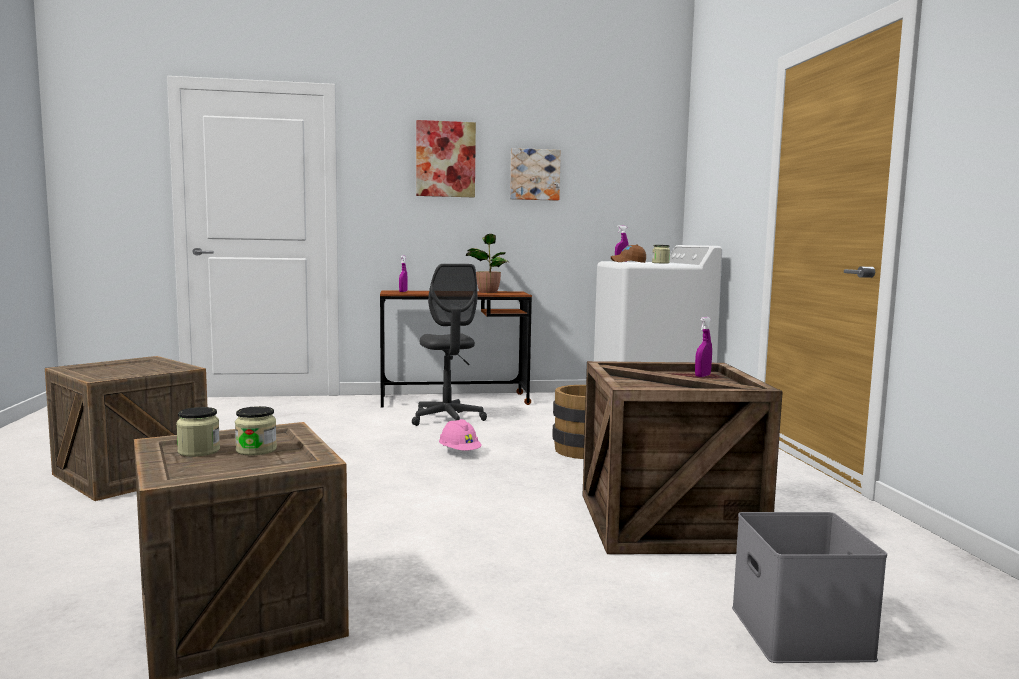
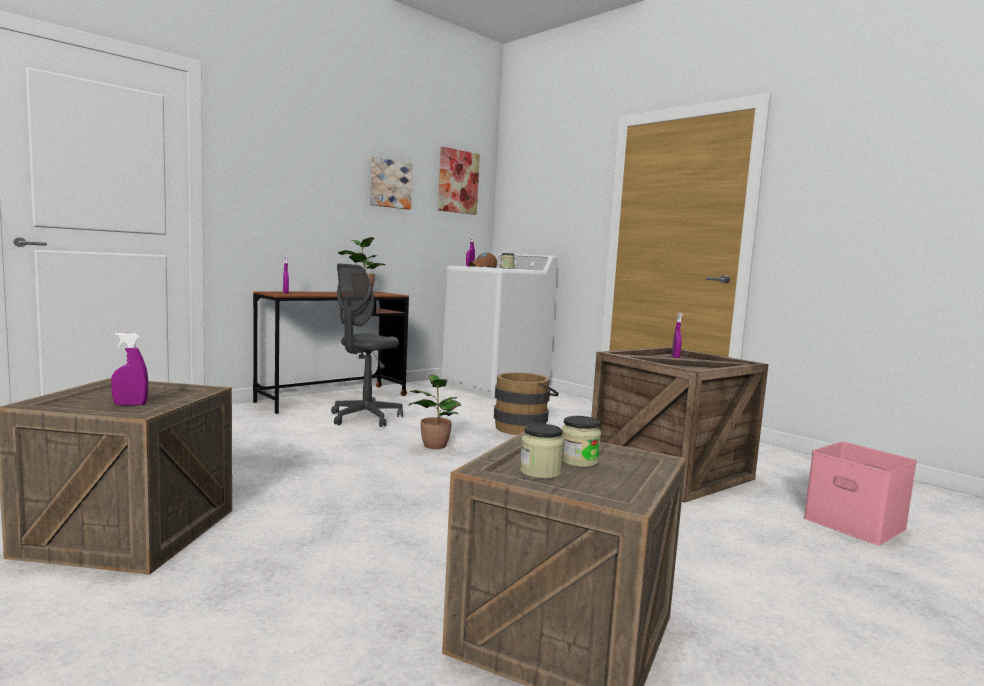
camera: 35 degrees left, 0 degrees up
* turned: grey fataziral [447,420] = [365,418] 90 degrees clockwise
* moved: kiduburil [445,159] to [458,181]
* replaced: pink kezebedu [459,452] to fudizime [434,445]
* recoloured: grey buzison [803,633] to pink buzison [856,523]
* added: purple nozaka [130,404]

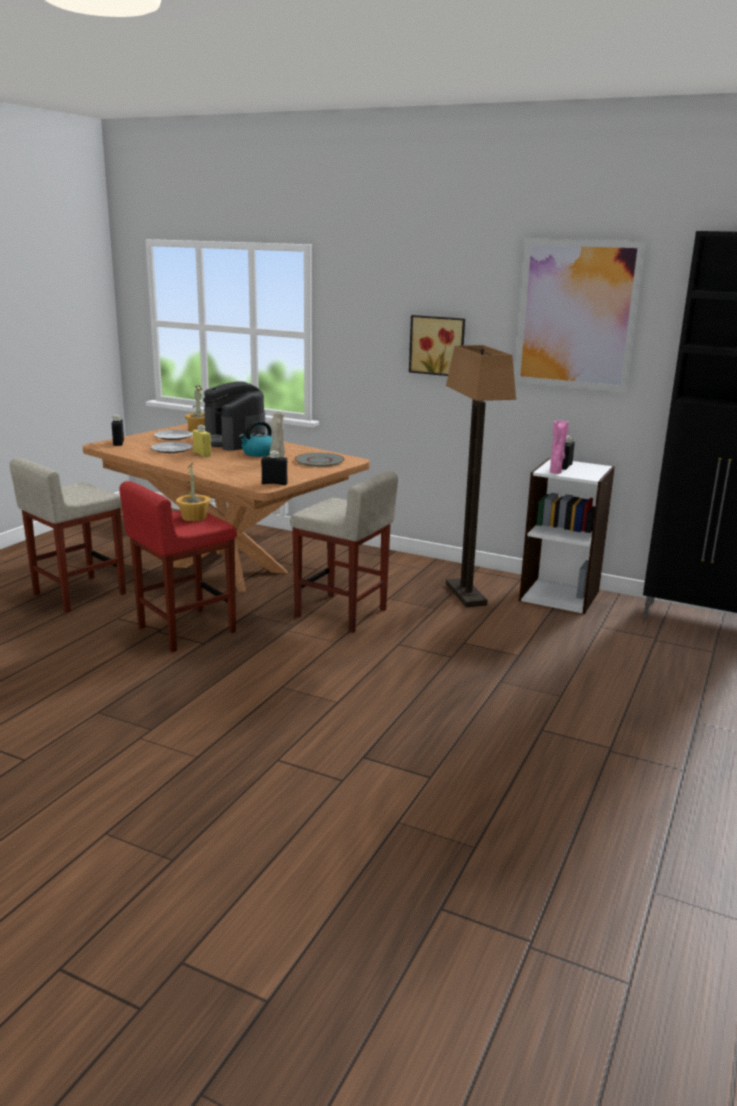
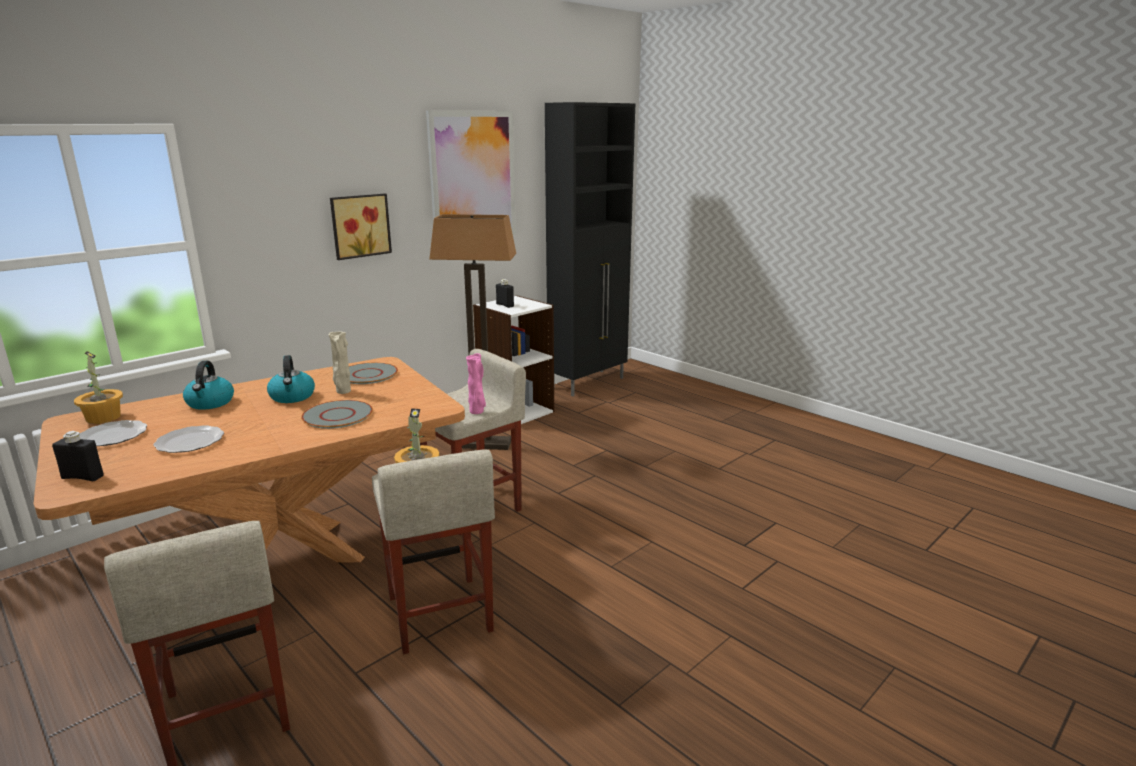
camera: 70 degrees left, 0 degrees up
* recoloured: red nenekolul [185,630] to beige nenekolul [439,615]
* removed: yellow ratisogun [202,454]
* replaced: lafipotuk [234,441] to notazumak [210,403]
* removed: black ratisogun [274,483]
* moved: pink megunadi [555,472] to [477,412]
* added: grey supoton [338,415]

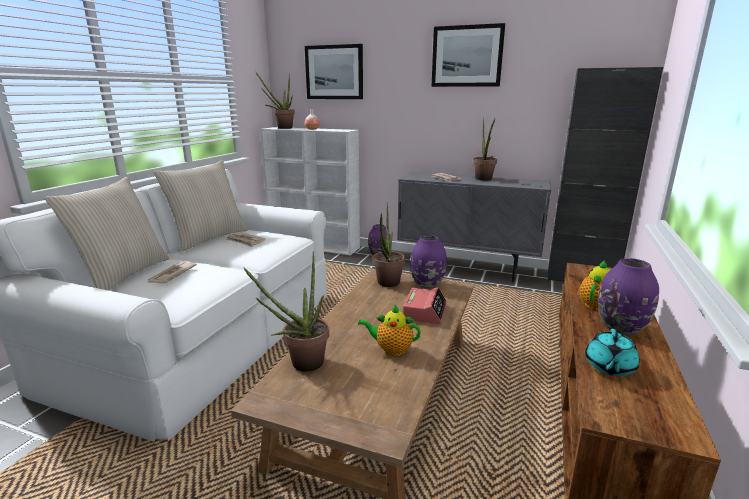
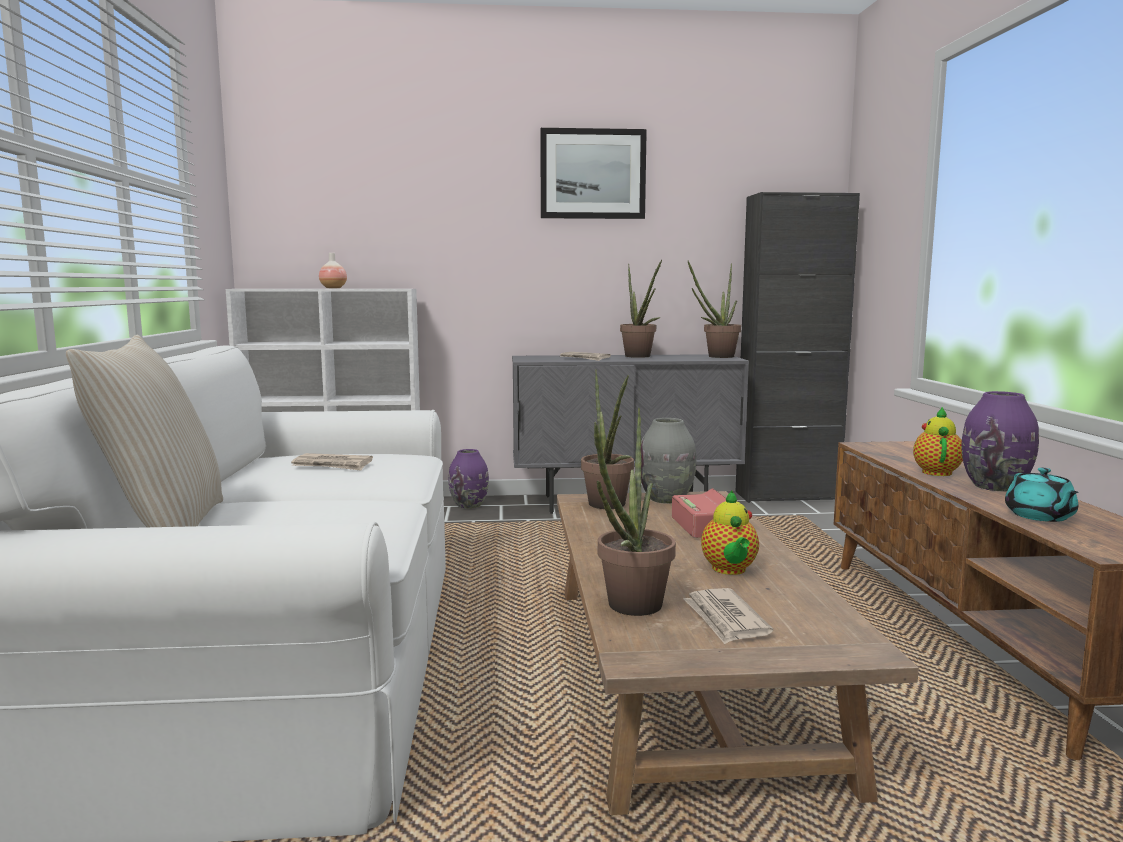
camera: 25 degrees left, 10 degrees down
* moved: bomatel [171,275] to [725,619]
* removed: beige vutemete [208,238]
* moved: fudizime [281,128] to [716,357]
* removed: kiduburil [334,72]
* turned: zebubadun [391,349] = [729,570] 75 degrees counterclockwise
* recoloured: purple megunadi [427,285] to grey megunadi [667,499]

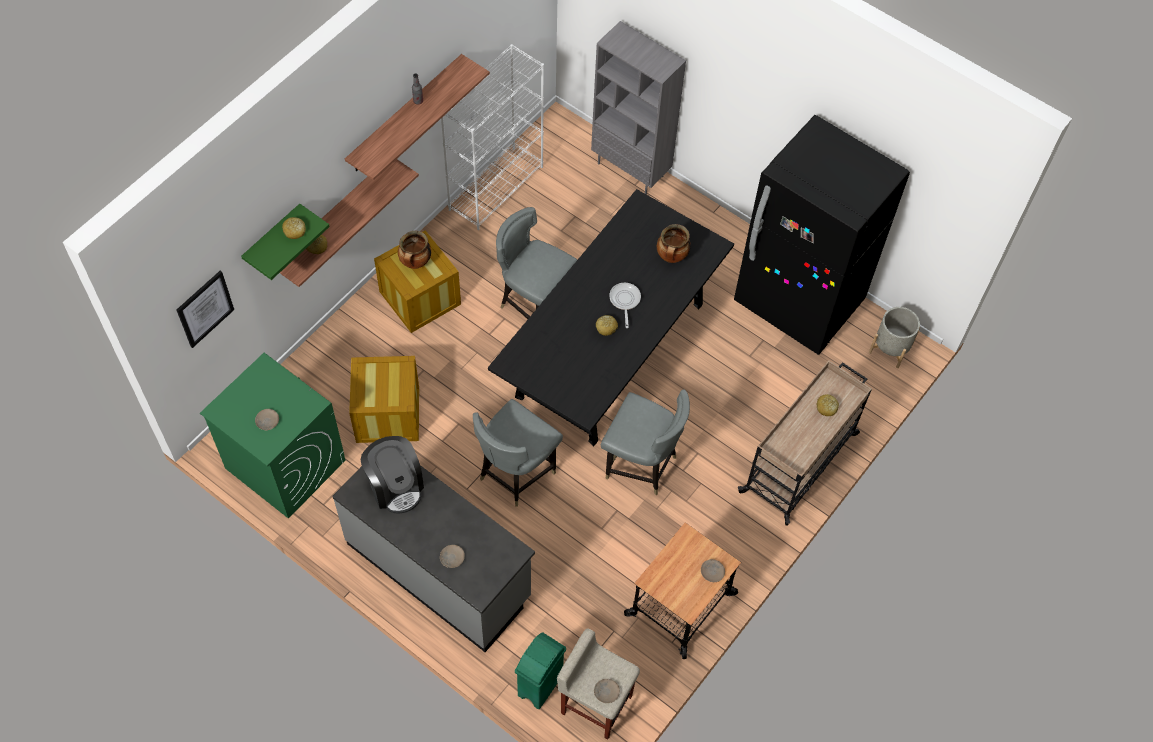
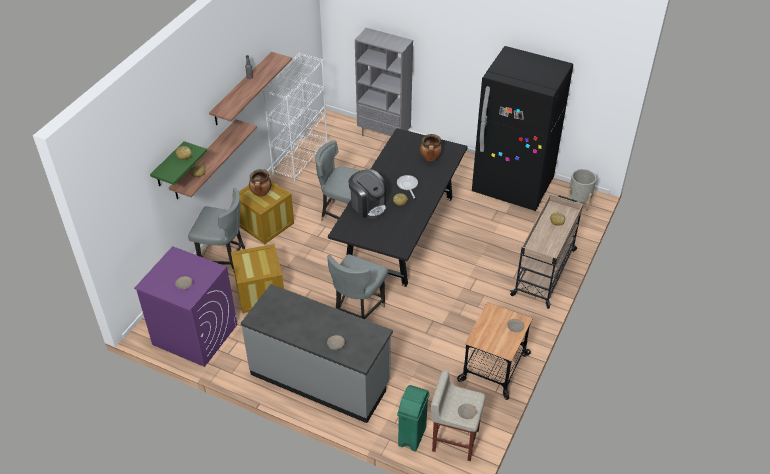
camera: 10 degrees left, 15 degrees down
* removed: kiduburil [205,308]
* recoloured: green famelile [284,464] to purple famelile [194,334]
* moved: lafipotuk [395,486] to [368,205]
* moved: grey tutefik [641,465] to [223,259]

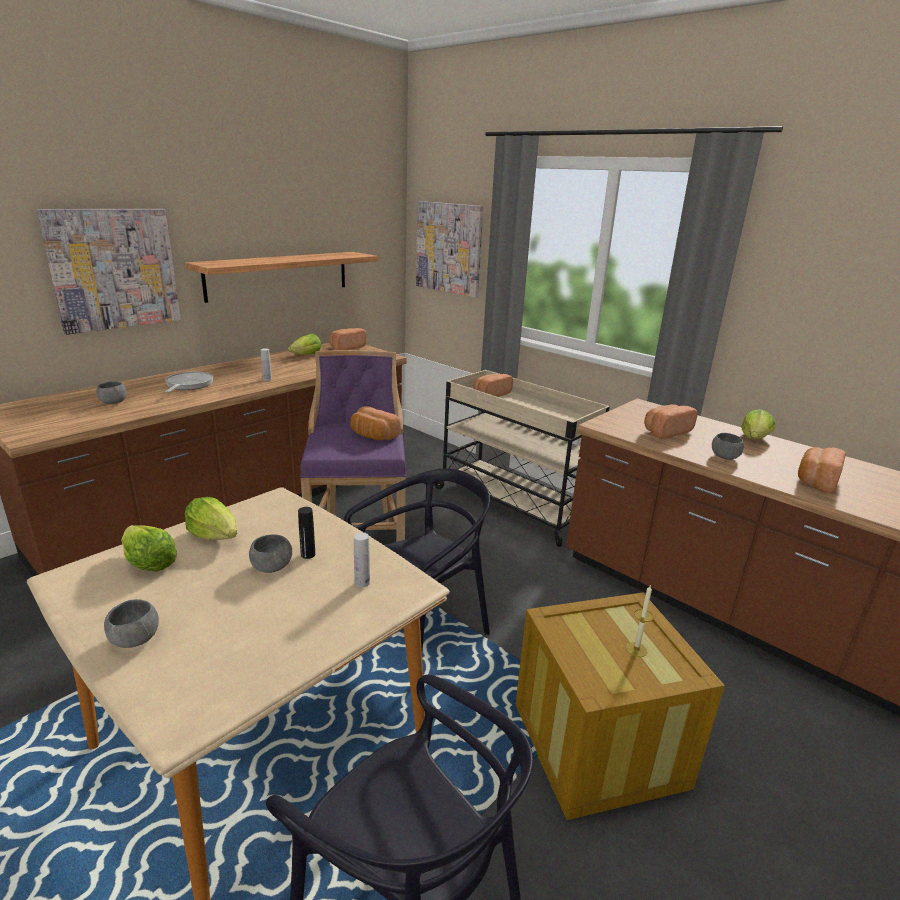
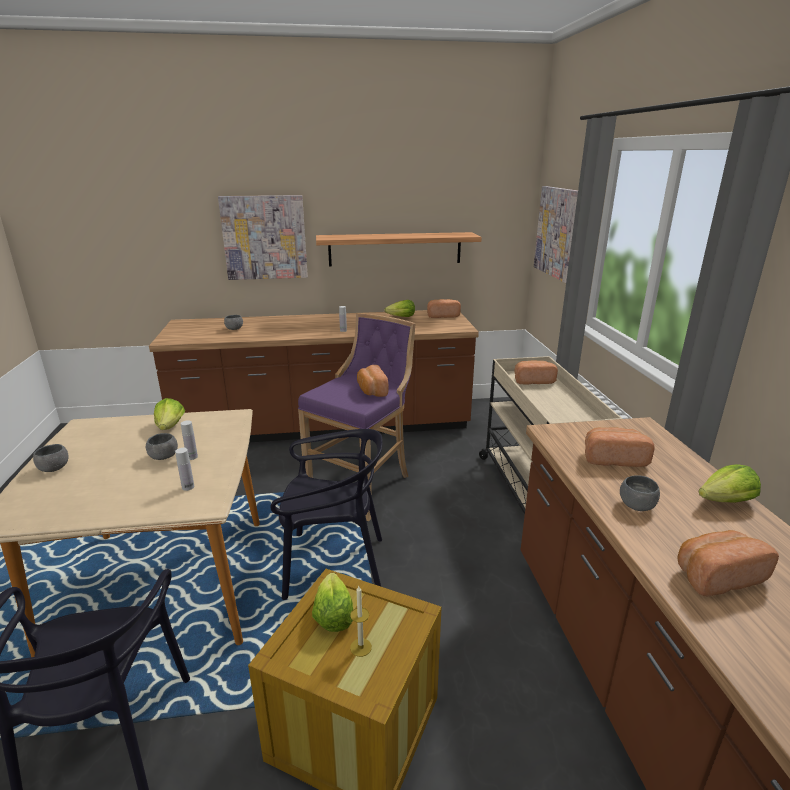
camera: 40 degrees right, 0 degrees up
* moved: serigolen [148,562] to [333,615]
* removed: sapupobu [188,385]
* recoloured: black ratisogun [308,554] to white ratisogun [192,457]

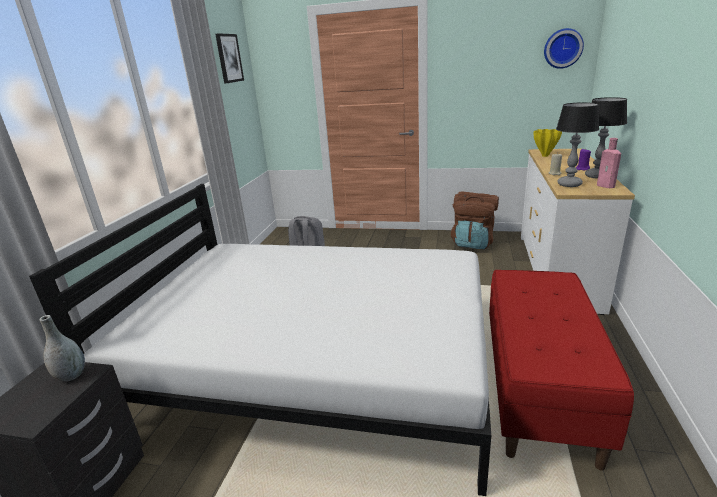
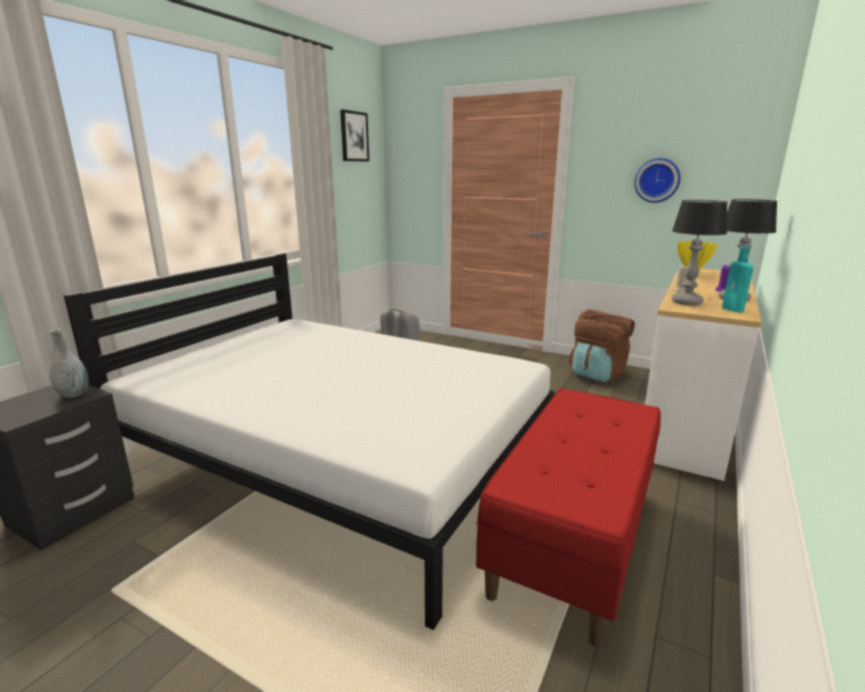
camera: 15 degrees right, 5 degrees down
* moved: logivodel [562,48] to [657,180]
* recoloured: pink ratisogun [607,186] to turquoise ratisogun [734,309]

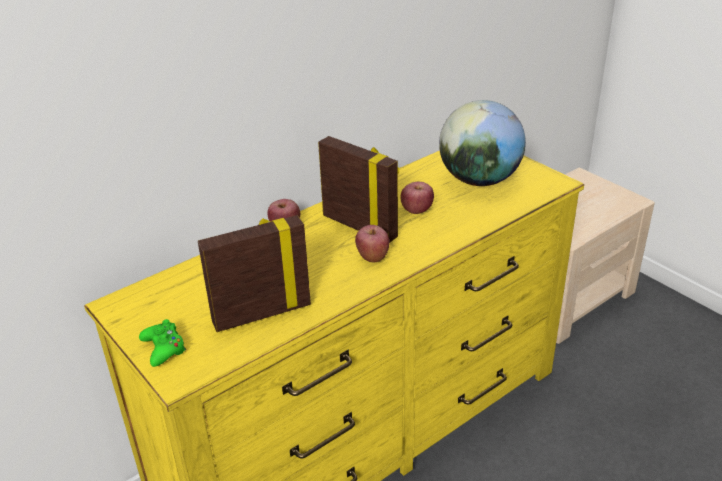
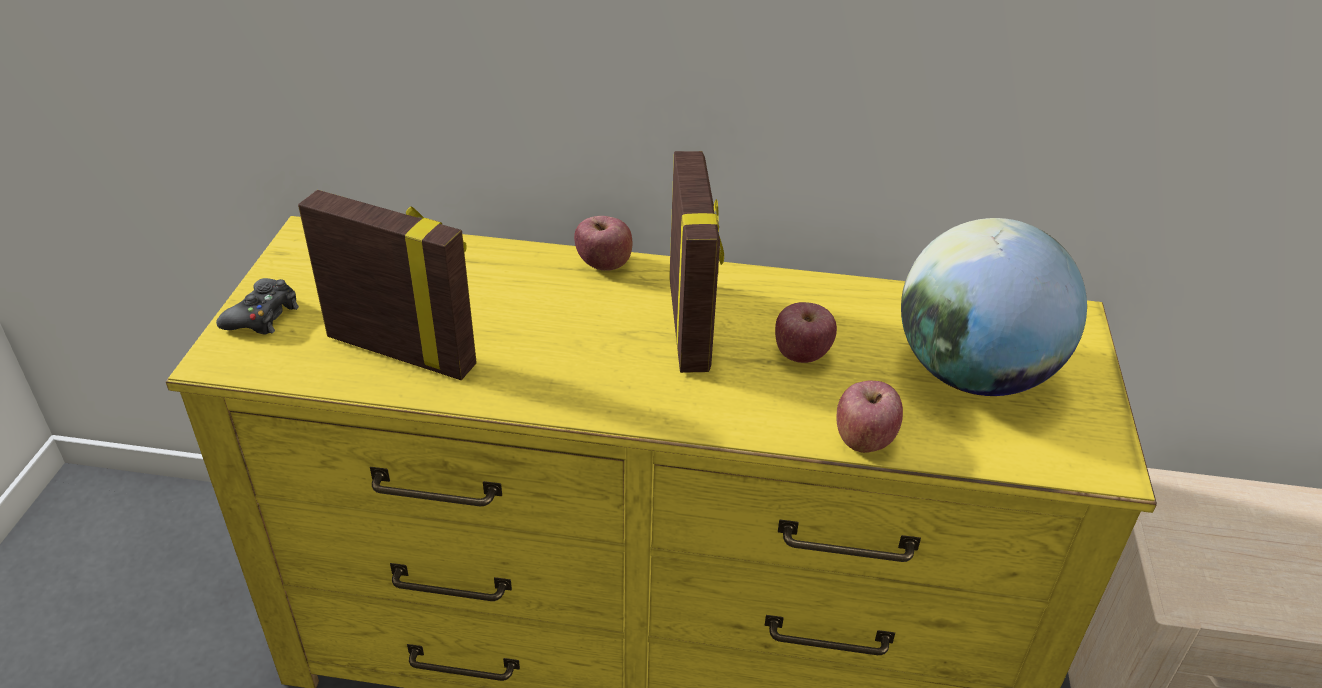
camera: 45 degrees right, 5 degrees up
* recoloured: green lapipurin [164,348] to black lapipurin [262,316]
* moved: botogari [372,256] to [864,439]

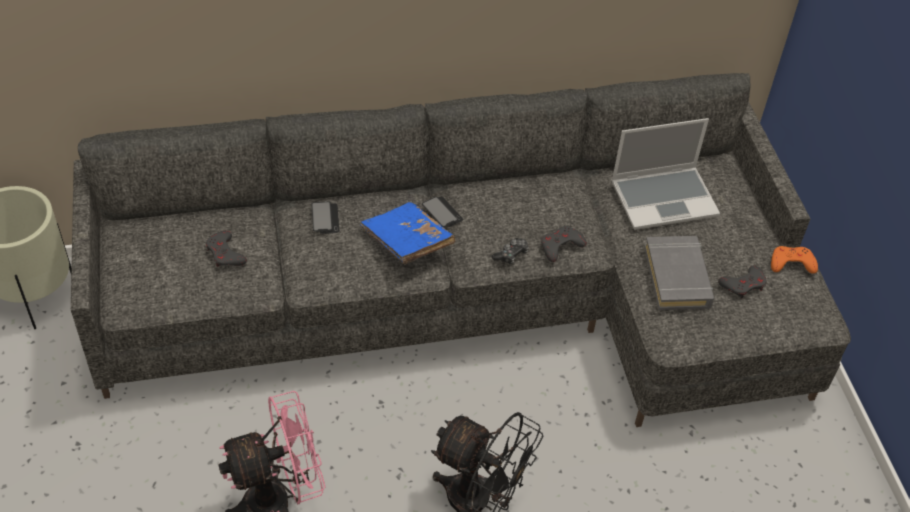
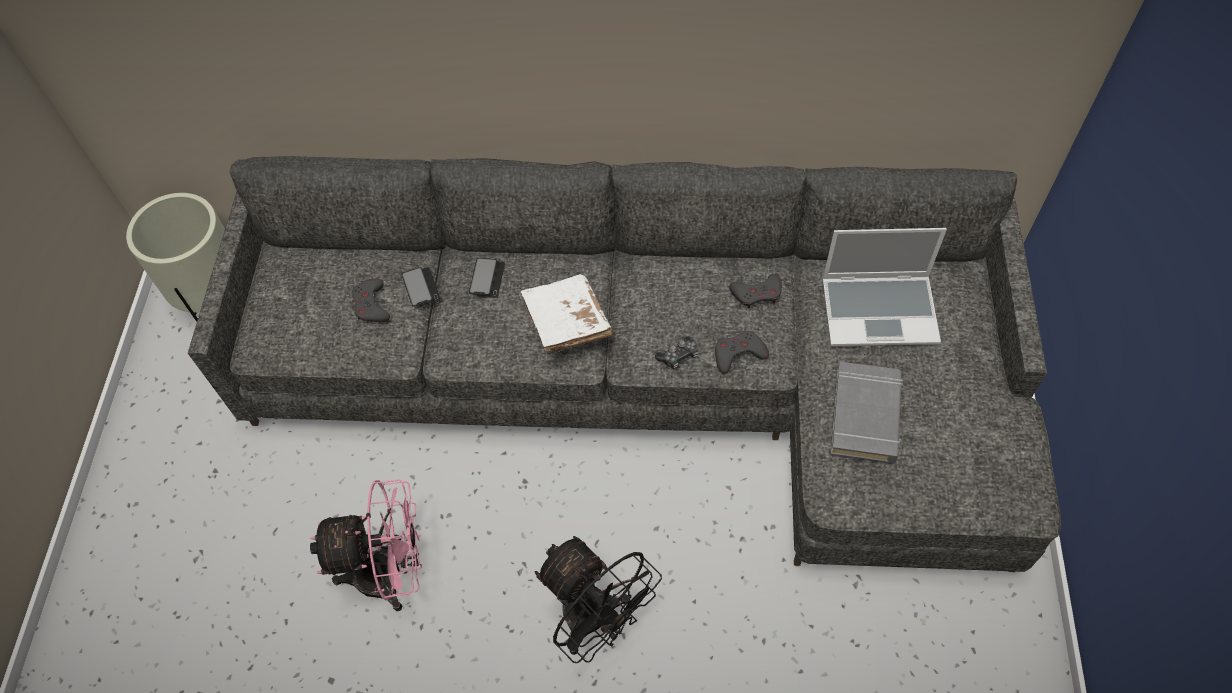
camera: 20 degrees right, 10 degrees up
* recoloured: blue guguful [407,243] to white guguful [566,323]
* moved: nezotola [442,213] to [421,287]
* moved: grey lapipurin [743,284] to [757,293]
* removed: orange lapipurin [791,263]

